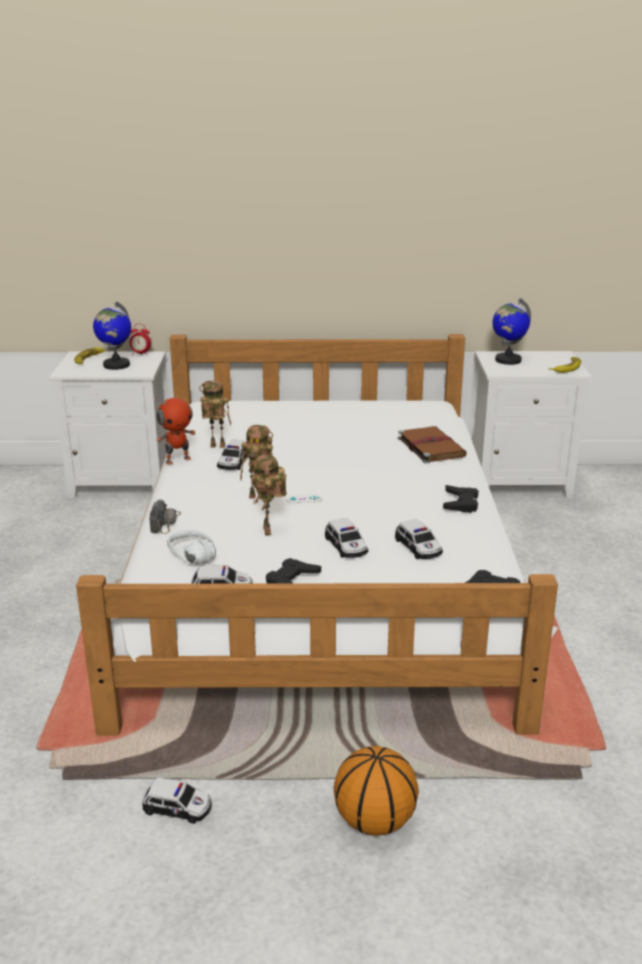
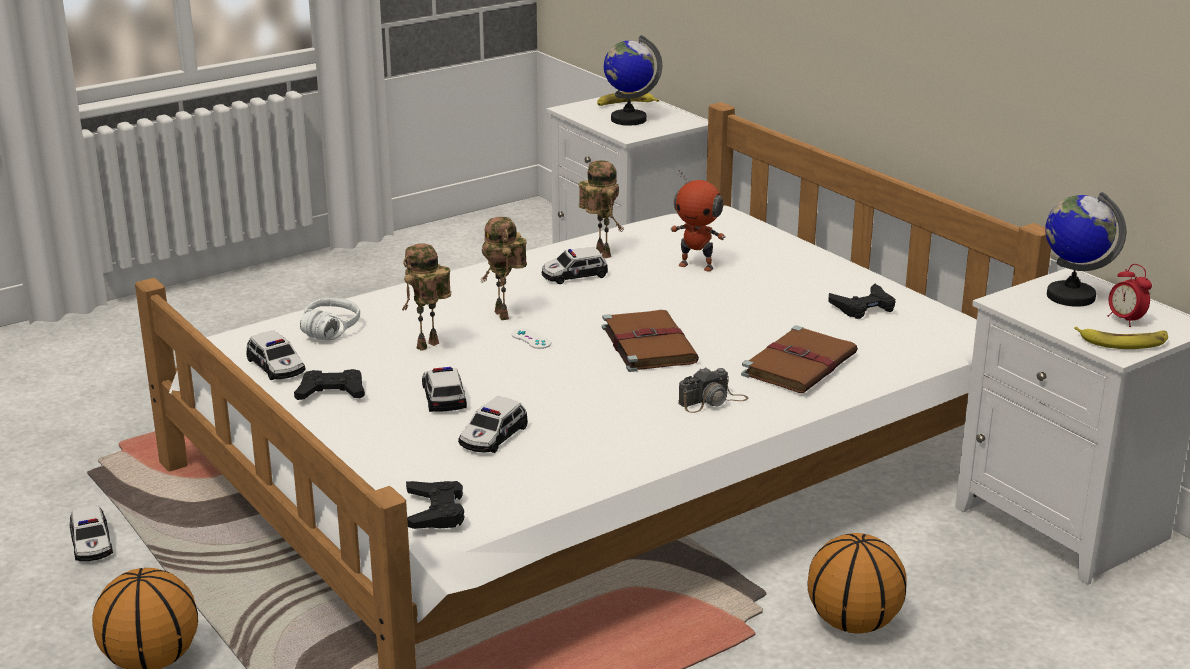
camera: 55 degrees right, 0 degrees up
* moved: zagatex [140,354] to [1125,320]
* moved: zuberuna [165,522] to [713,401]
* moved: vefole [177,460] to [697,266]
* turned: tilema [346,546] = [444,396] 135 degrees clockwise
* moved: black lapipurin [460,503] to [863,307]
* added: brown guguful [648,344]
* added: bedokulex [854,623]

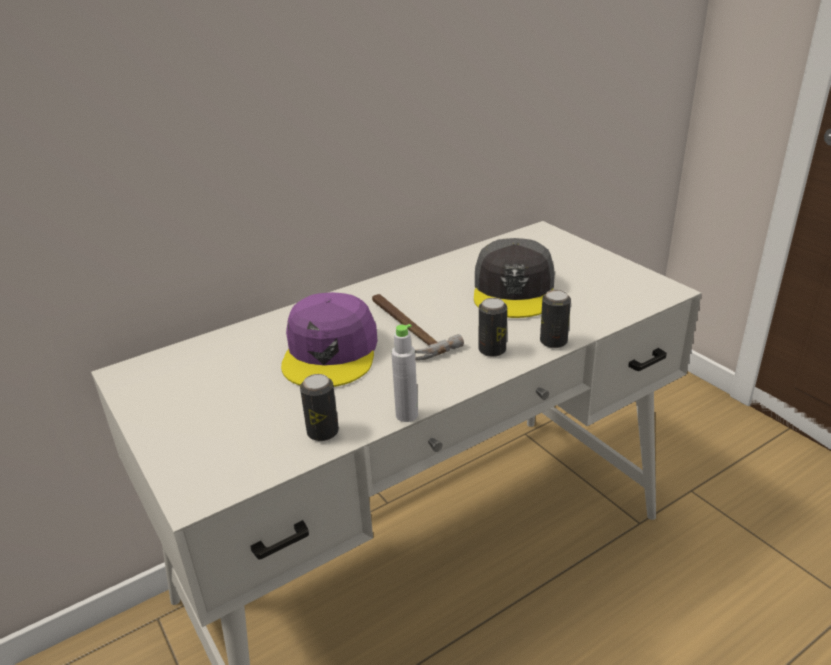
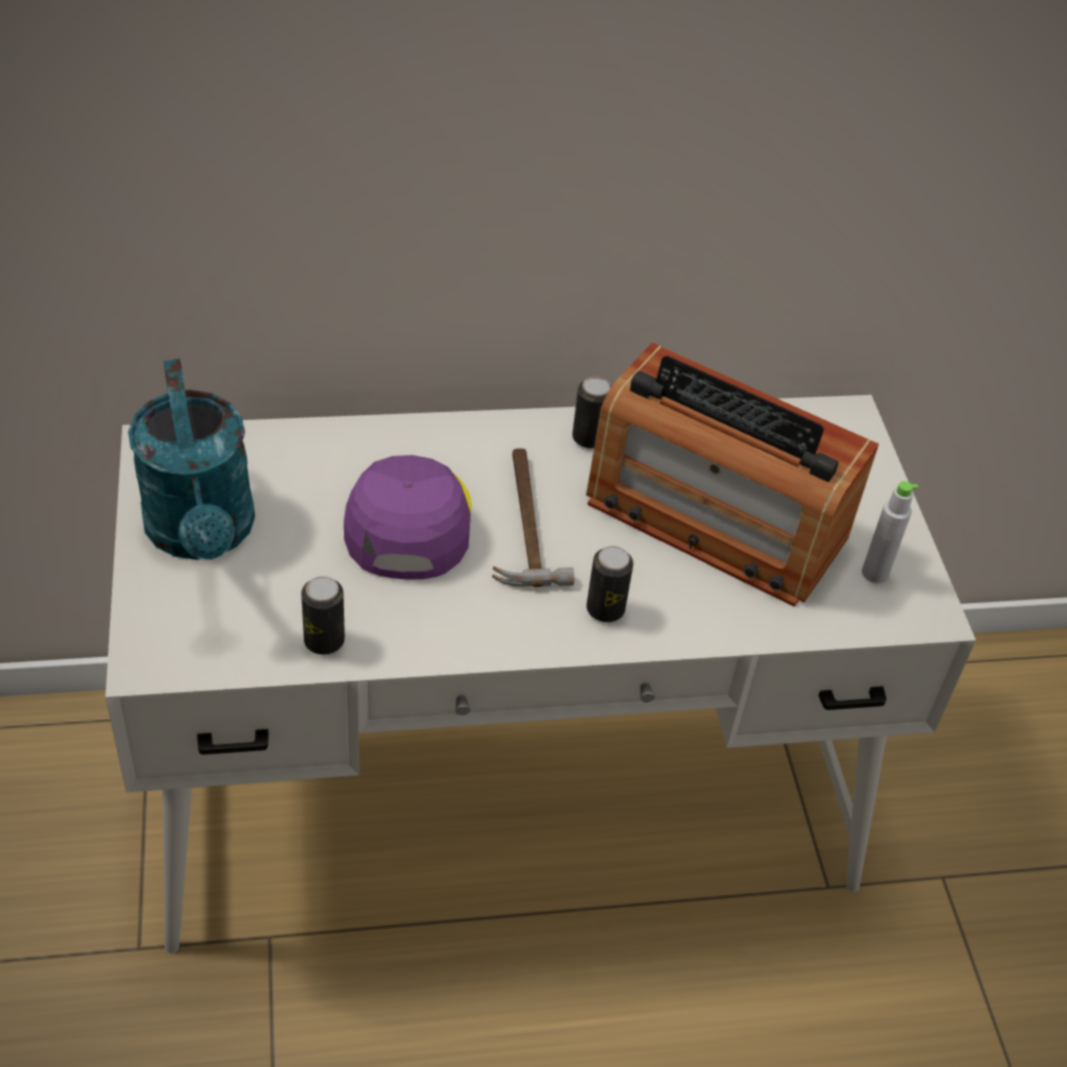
camera: 20 degrees right, 15 degrees up
* turned: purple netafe [331,353] = [407,521] 150 degrees clockwise
* moved: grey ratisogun [406,415] to [874,573]
* replaced: grey netafe [514,291] to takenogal [715,519]
* moved: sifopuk [553,342] to [589,438]
* added: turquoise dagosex [203,534]

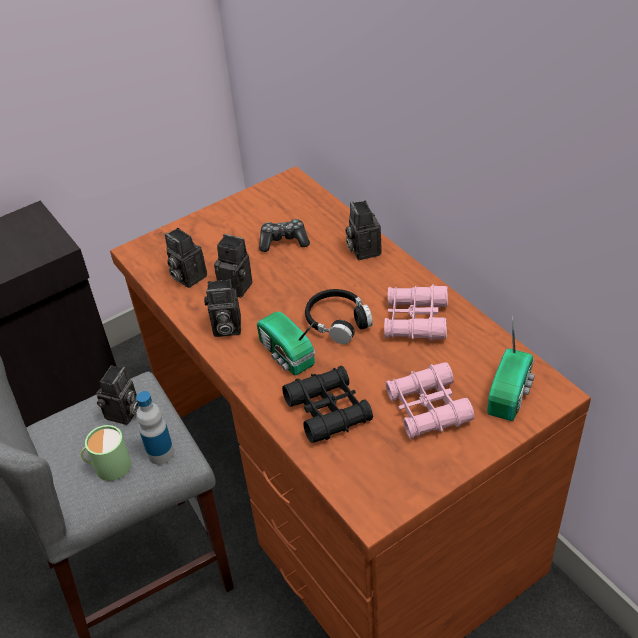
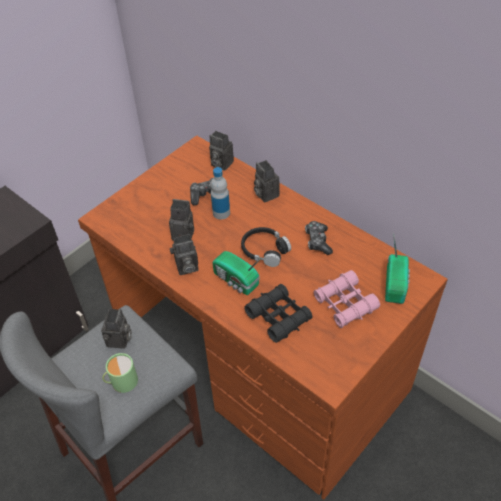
camera: 15 degrees left, 5 degrees up
* moved: ratisogun [160,453] to [221,213]
* moved: zuberuna [187,277] to [220,163]
* replaced: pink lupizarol [415,320] to lapipurin [318,241]

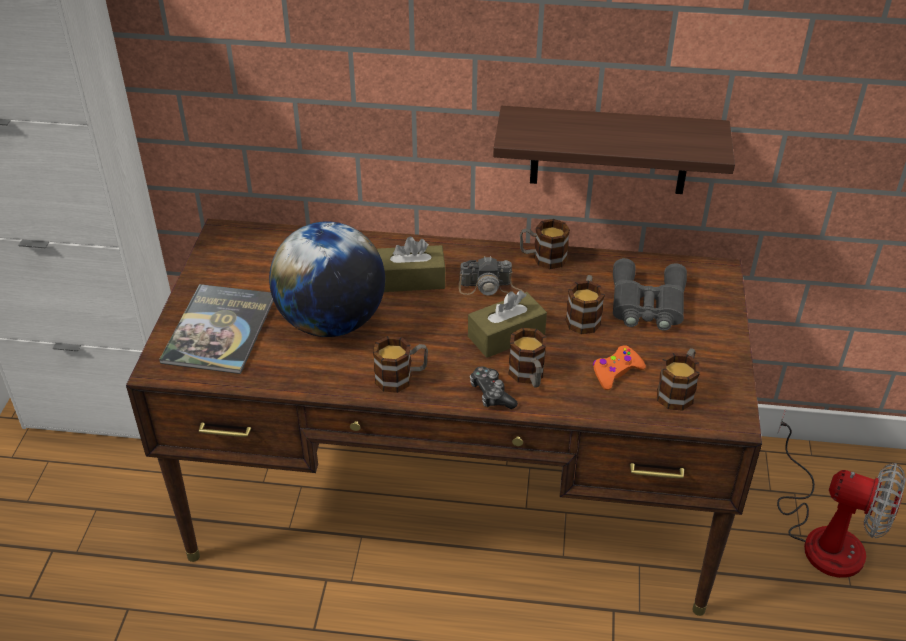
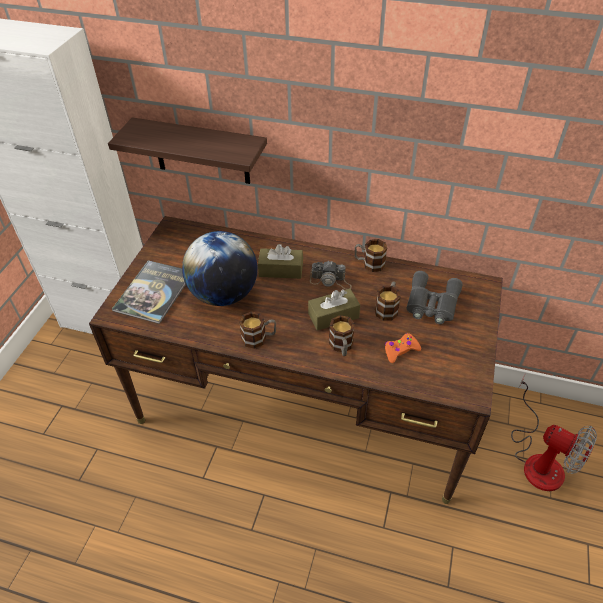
camera: 10 degrees right, 5 degrees up
* removed: lapipurin [491,394]
* moved: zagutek [609,150] to [201,151]
* removed: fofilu [678,391]

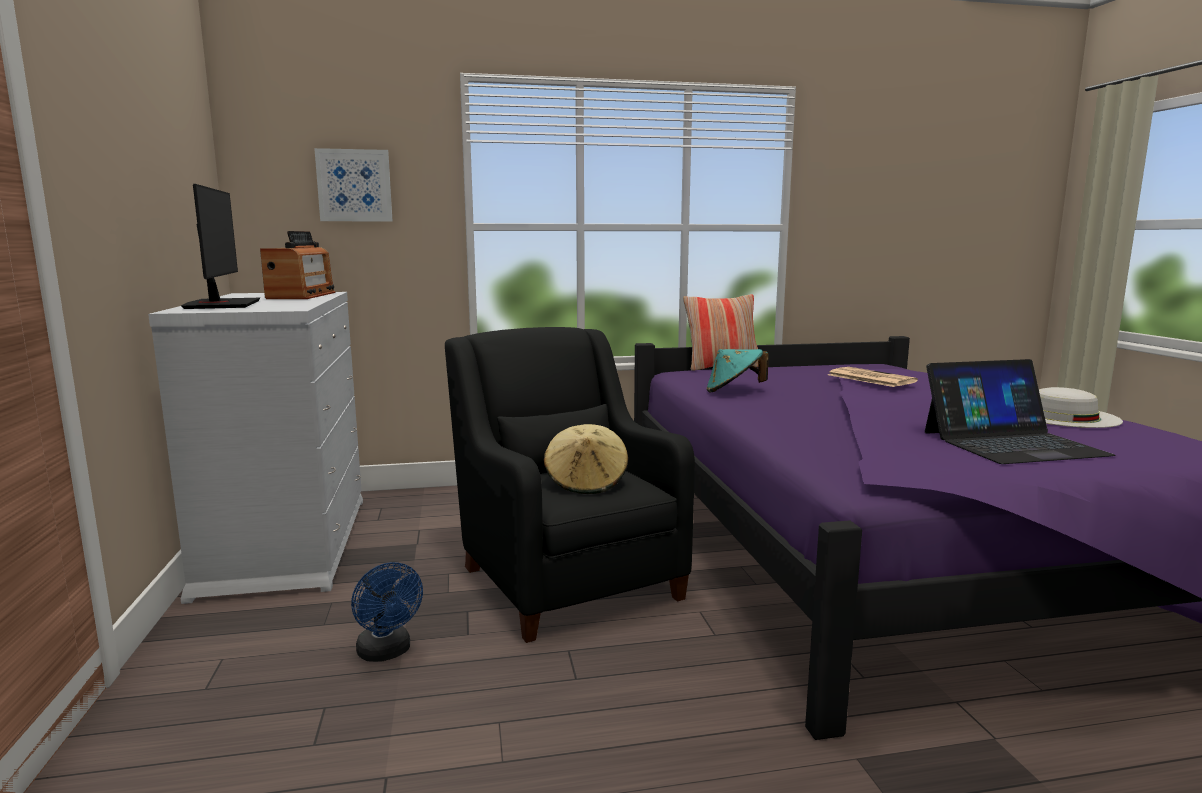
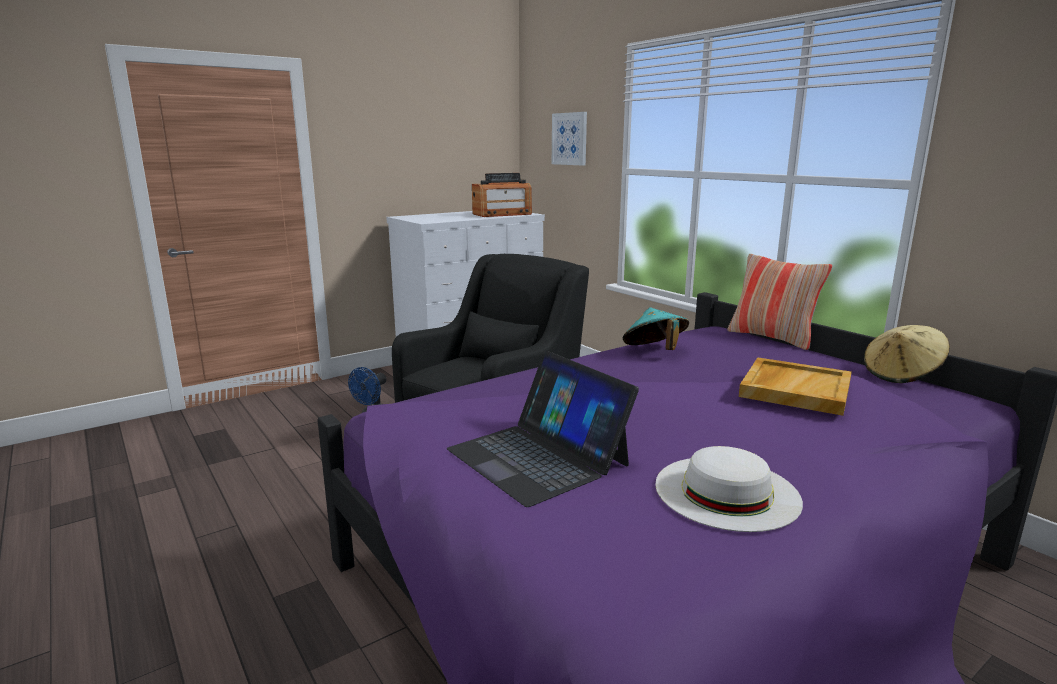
camera: 65 degrees right, 5 degrees up
* removed: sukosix [221,304]
* moved: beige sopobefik [586,483] to [901,375]
* replaced: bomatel [869,378] to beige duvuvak [794,389]

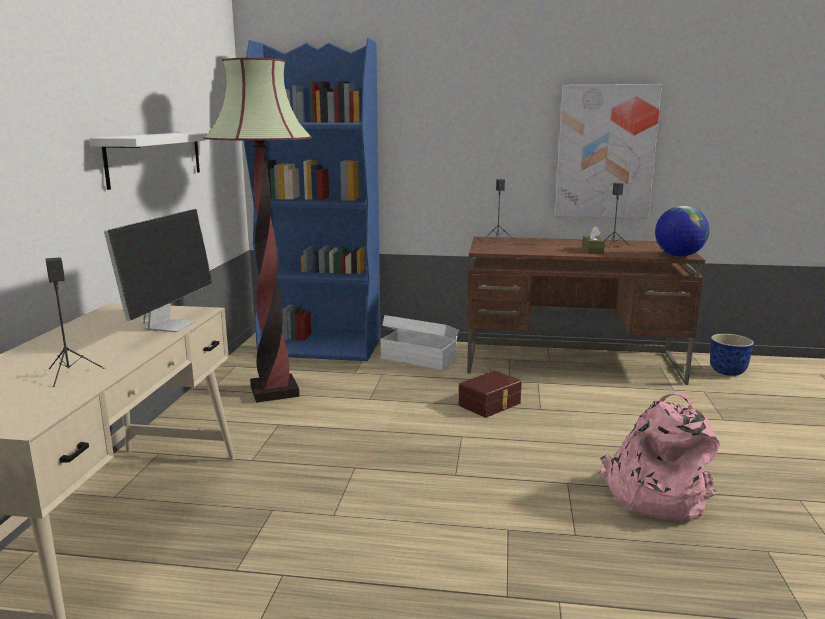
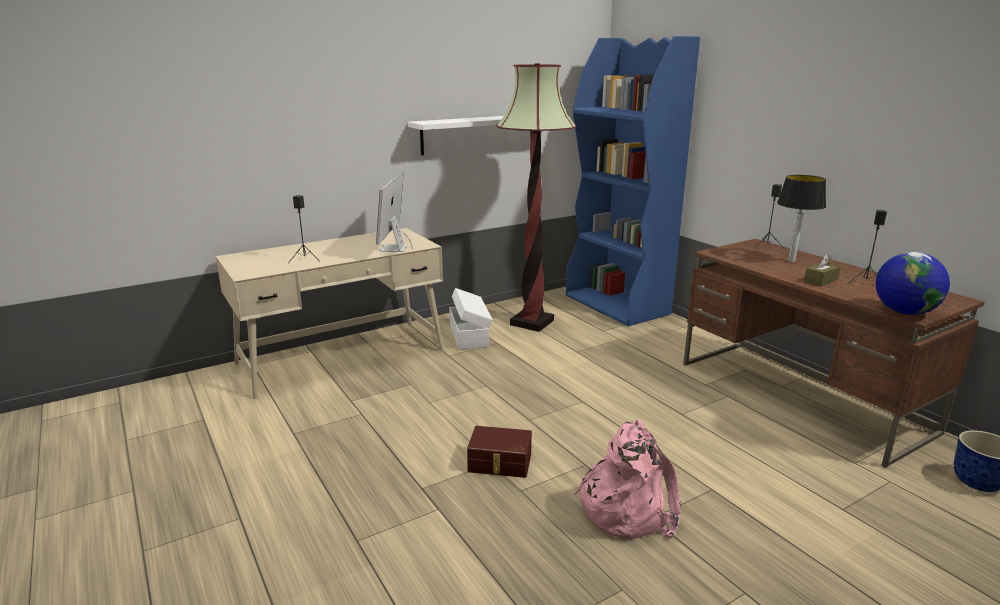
camera: 50 degrees right, 5 degrees up
* turned: sukosix [170,325] = [394,248] 120 degrees clockwise
* moved: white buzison [418,359] to [469,335]
* moved: brown buzison [491,404] to [500,463]
* removed: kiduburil [605,152]
* added: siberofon [792,261]

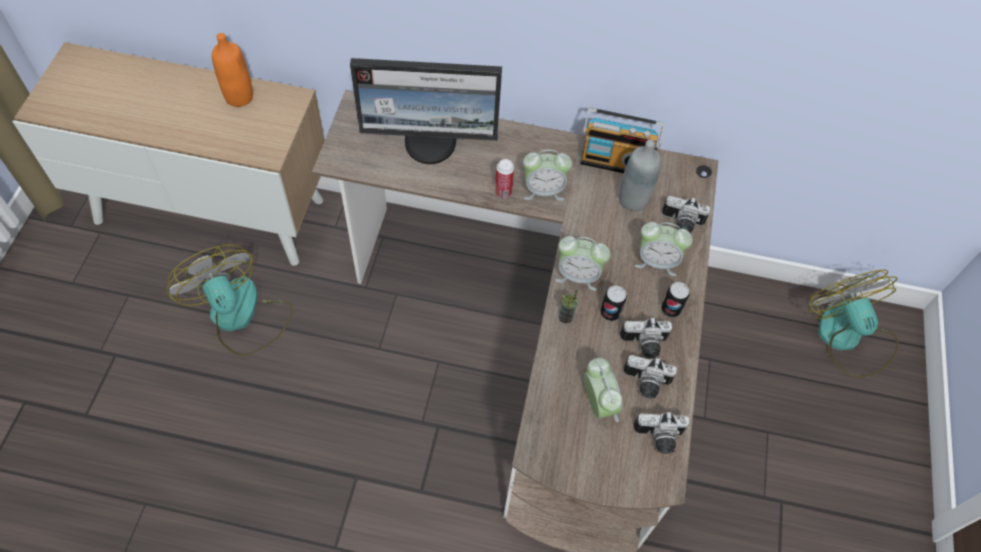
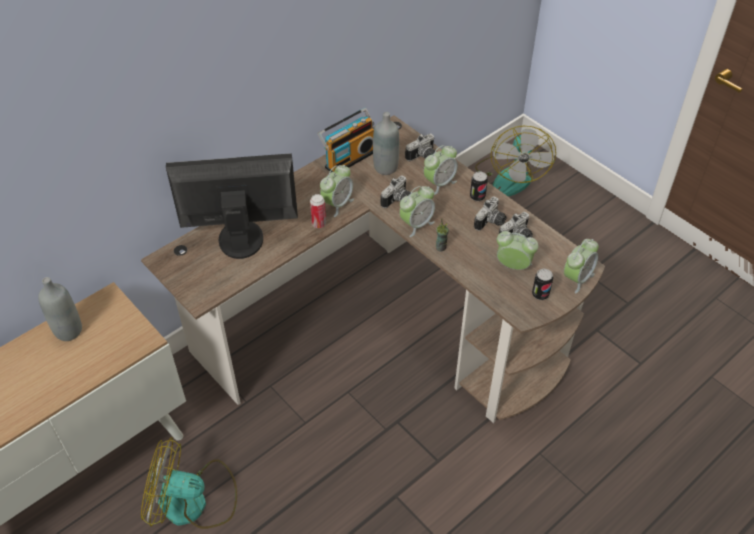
camera: 50 degrees left, 10 degrees down
* recoloured: orange ratisogun [239,97] to grey ratisogun [68,331]
* turned: sukosix [431,142] = [240,238] 135 degrees counterclockwise
* moved: sifopuk [610,312] to [540,294]
* moved: zuberuna [659,438] to [398,201]
* turned: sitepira [847,338] = [510,176] 105 degrees counterclockwise
* added: zagatex [577,278]

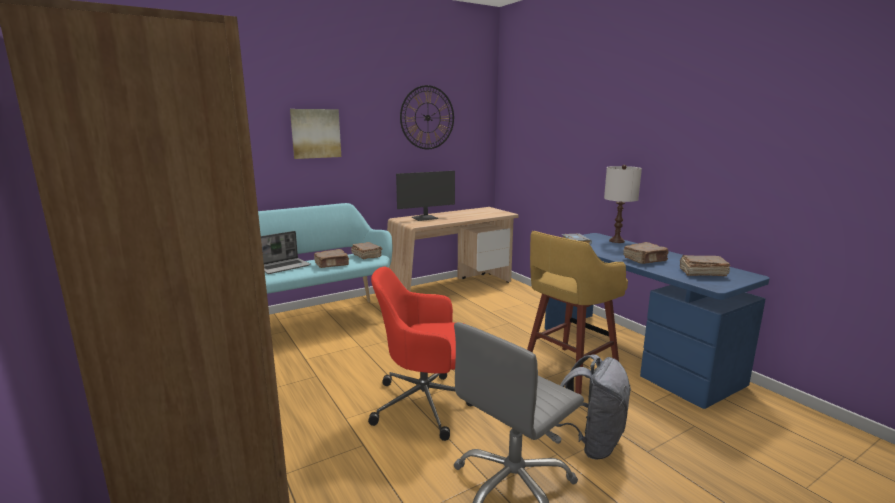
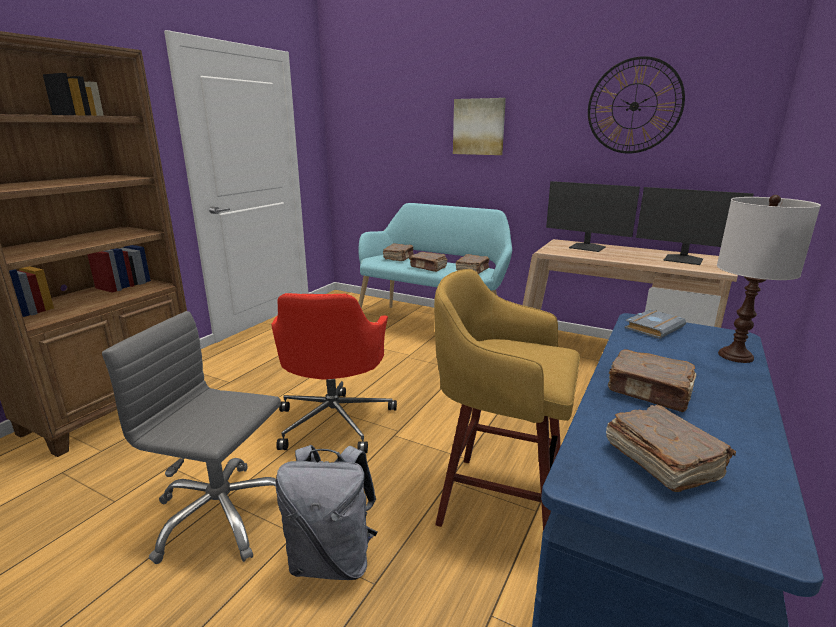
camera: 60 degrees right, 5 degrees up
* replaced: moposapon [284,267] to brown guguful [399,258]
* turned: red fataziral [425,404] = [335,420] 150 degrees counterclockwise
* added: sukosix [683,260]

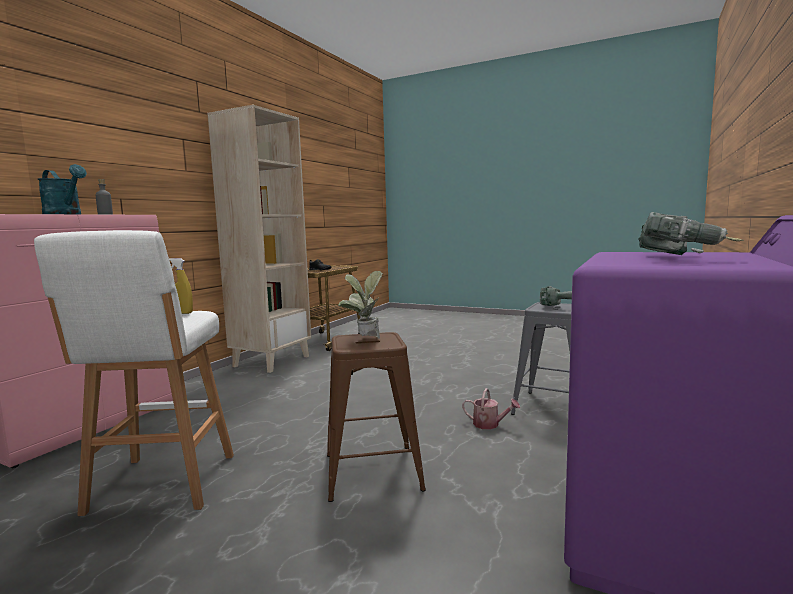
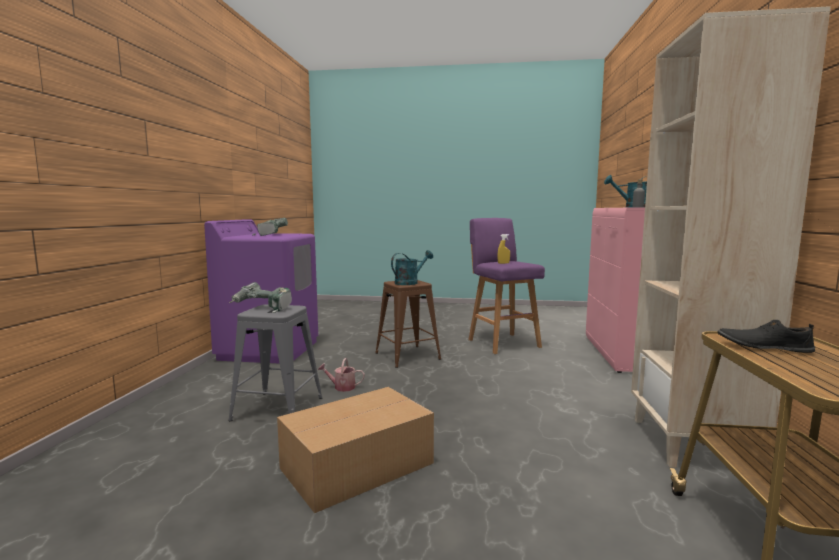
camera: 160 degrees right, 0 degrees up
* recoloured: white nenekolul [161,485] to purple nenekolul [502,343]
* replaced: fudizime [364,339] to turquoise dagosex [410,282]
* added: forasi [355,466]

